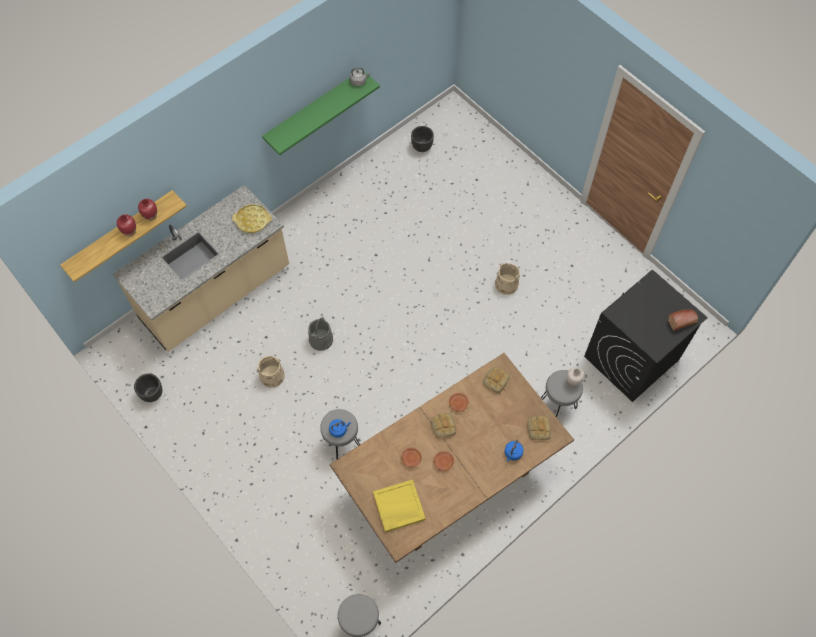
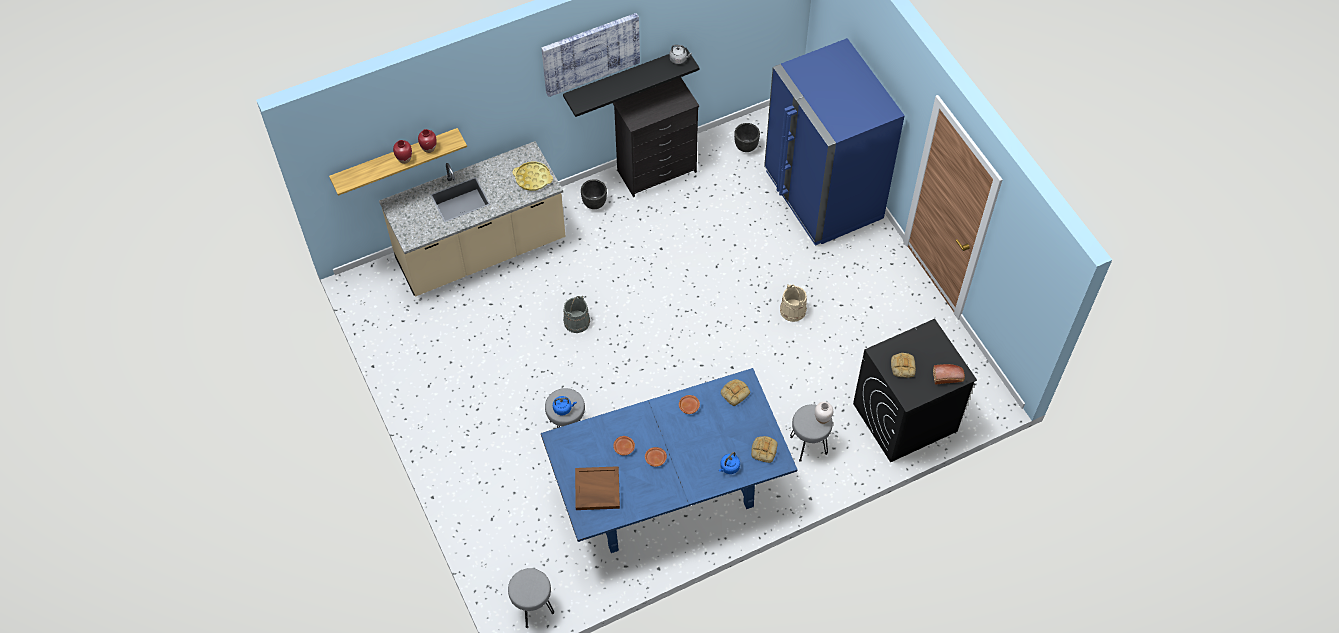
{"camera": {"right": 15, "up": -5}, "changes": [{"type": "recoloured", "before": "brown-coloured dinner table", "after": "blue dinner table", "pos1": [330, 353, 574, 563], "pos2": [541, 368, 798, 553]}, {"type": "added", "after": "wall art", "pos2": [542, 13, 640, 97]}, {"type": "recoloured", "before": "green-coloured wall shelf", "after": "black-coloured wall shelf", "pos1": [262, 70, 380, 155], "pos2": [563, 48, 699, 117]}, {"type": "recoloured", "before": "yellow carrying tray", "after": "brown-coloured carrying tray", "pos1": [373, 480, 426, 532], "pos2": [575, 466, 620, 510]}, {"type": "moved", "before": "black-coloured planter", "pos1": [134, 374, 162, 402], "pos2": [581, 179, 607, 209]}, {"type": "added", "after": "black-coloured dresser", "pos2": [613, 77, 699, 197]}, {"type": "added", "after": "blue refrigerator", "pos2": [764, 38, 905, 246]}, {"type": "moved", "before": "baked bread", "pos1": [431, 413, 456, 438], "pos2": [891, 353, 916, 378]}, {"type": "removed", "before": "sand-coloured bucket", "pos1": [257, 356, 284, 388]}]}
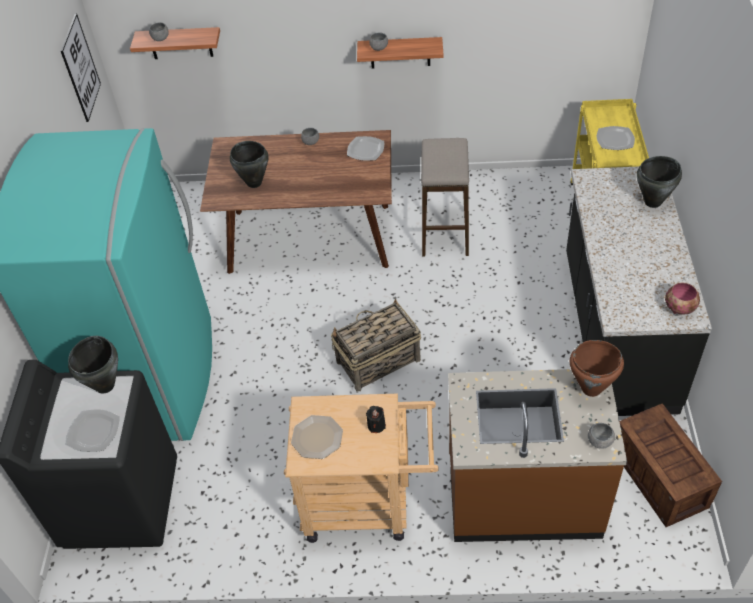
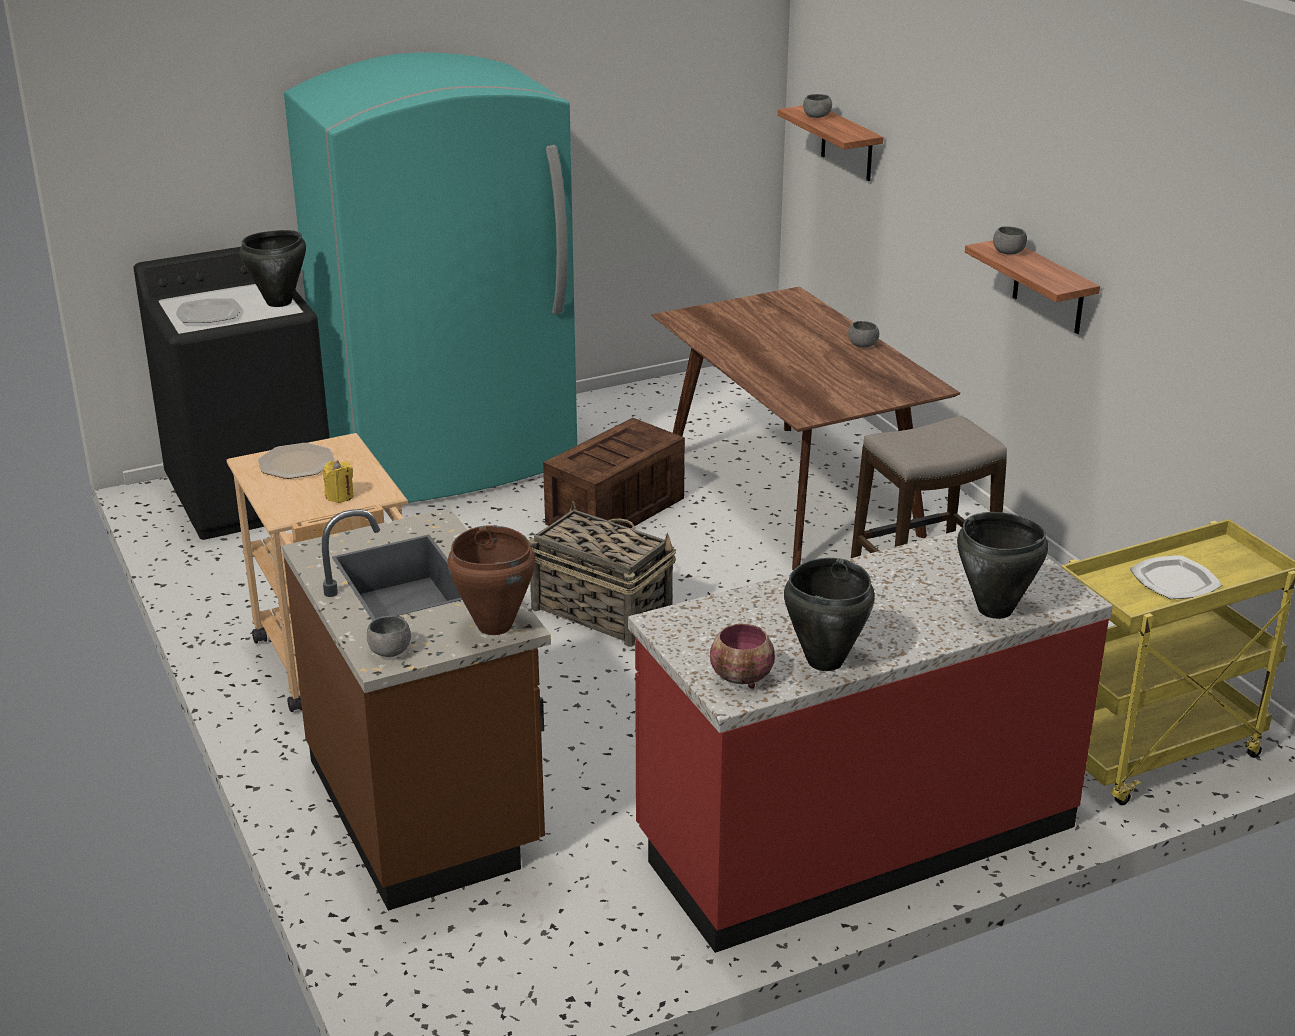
{"camera": {"right": 60, "up": -20}, "changes": [{"type": "recoloured", "before": "black-coloured candle", "after": "yellow candle", "pos1": [366, 406, 386, 433], "pos2": [323, 460, 353, 503]}, {"type": "moved", "before": "shipping crate", "pos1": [619, 403, 722, 527], "pos2": [543, 418, 685, 528]}, {"type": "recoloured", "before": "black-coloured kitchen base unit", "after": "red-coloured kitchen base unit", "pos1": [566, 166, 712, 416], "pos2": [628, 530, 1113, 953]}, {"type": "moved", "before": "black-coloured stockpot", "pos1": [230, 141, 268, 188], "pos2": [784, 558, 875, 671]}, {"type": "removed", "before": "wall art", "pos1": [61, 13, 101, 122]}, {"type": "removed", "before": "plate", "pos1": [347, 136, 384, 161]}]}
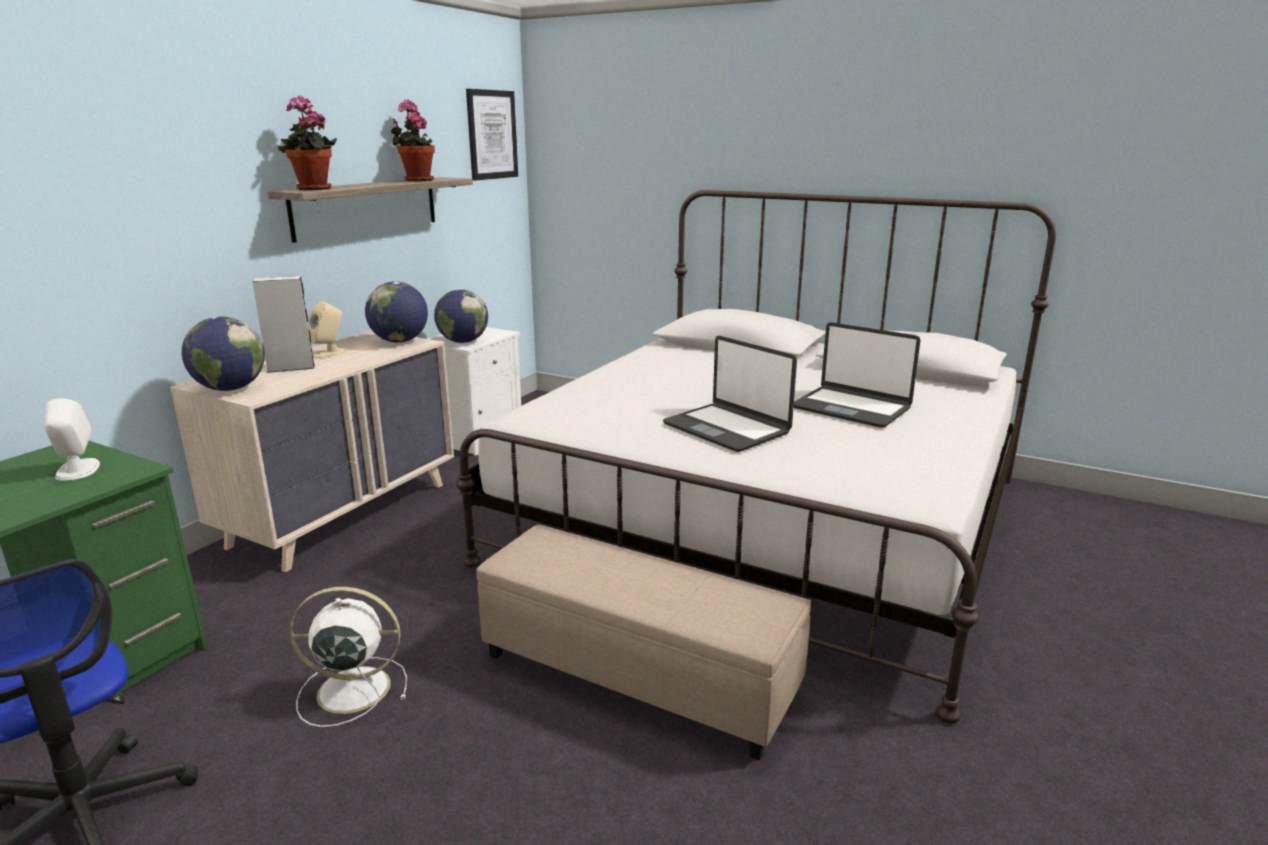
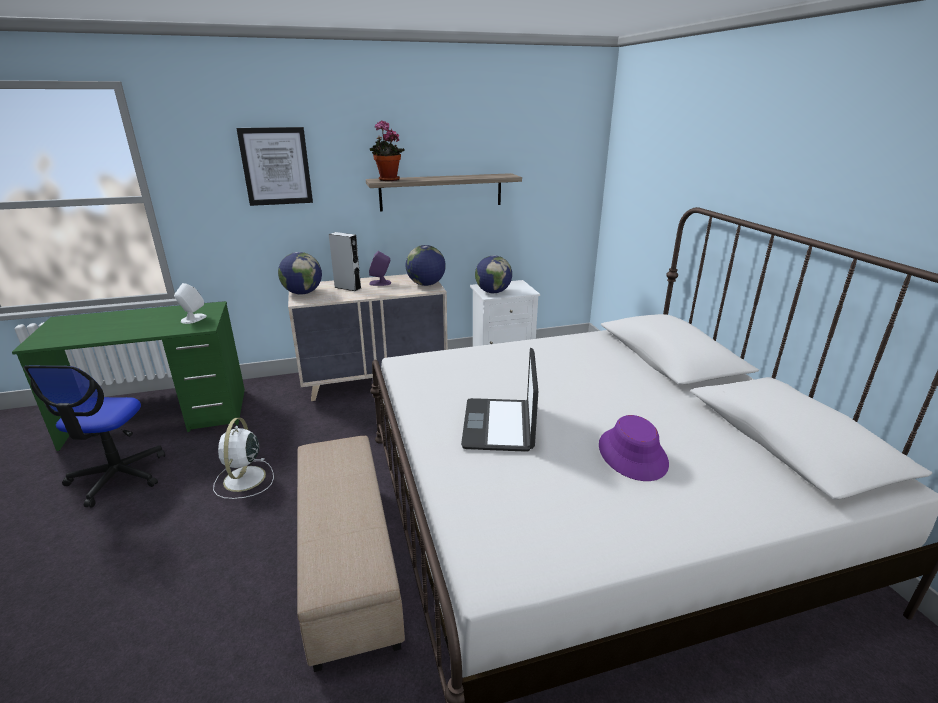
{"camera": {"right": 45, "up": 5}, "changes": [{"type": "turned", "before": "white-coloured electric fan", "pos1": [289, 587, 407, 727], "pos2": [213, 418, 274, 499], "turn": -135}, {"type": "moved", "before": "wall art", "pos1": [466, 89, 518, 181], "pos2": [236, 127, 313, 206]}, {"type": "recoloured", "before": "sand-coloured loudspeaker", "after": "purple loudspeaker", "pos1": [308, 301, 347, 359], "pos2": [369, 251, 391, 286]}, {"type": "replaced", "before": "laptop", "after": "purple clothing hat", "pos1": [794, 322, 920, 428], "pos2": [599, 415, 669, 481]}, {"type": "removed", "before": "plant in a pot", "pos1": [391, 100, 435, 181]}]}
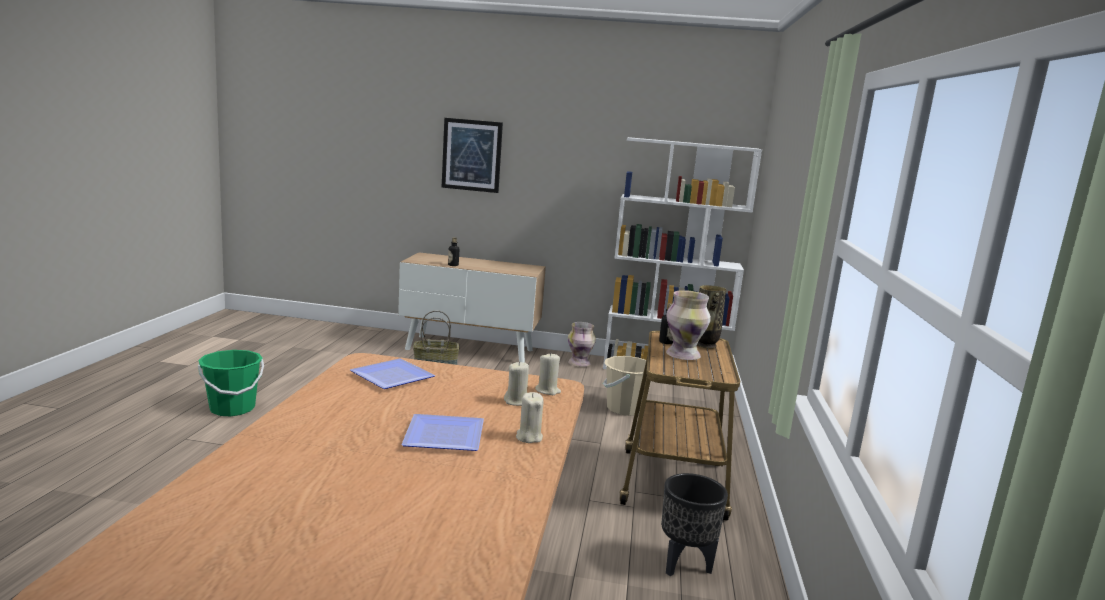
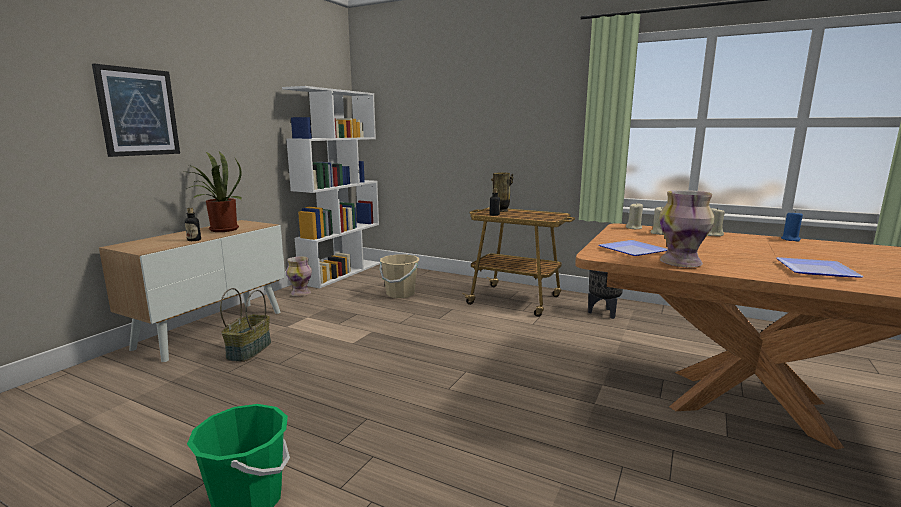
{"camera": {"right": -70, "up": 0}, "changes": [{"type": "added", "after": "plant in a pot", "pos2": [187, 152, 242, 232]}, {"type": "moved", "before": "vase", "pos1": [666, 290, 711, 360], "pos2": [659, 190, 715, 267]}, {"type": "moved", "before": "plate", "pos1": [401, 414, 484, 451], "pos2": [776, 257, 864, 278]}, {"type": "added", "after": "blue candle", "pos2": [781, 211, 803, 242]}]}
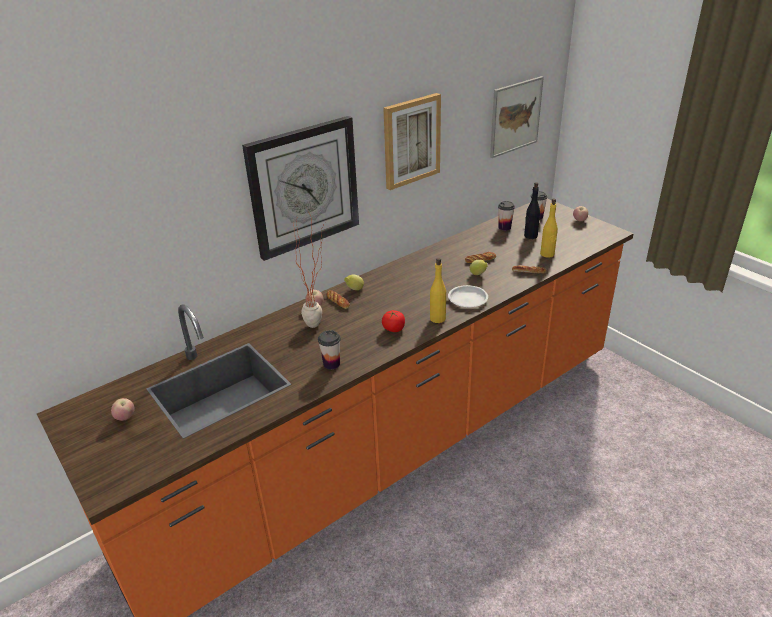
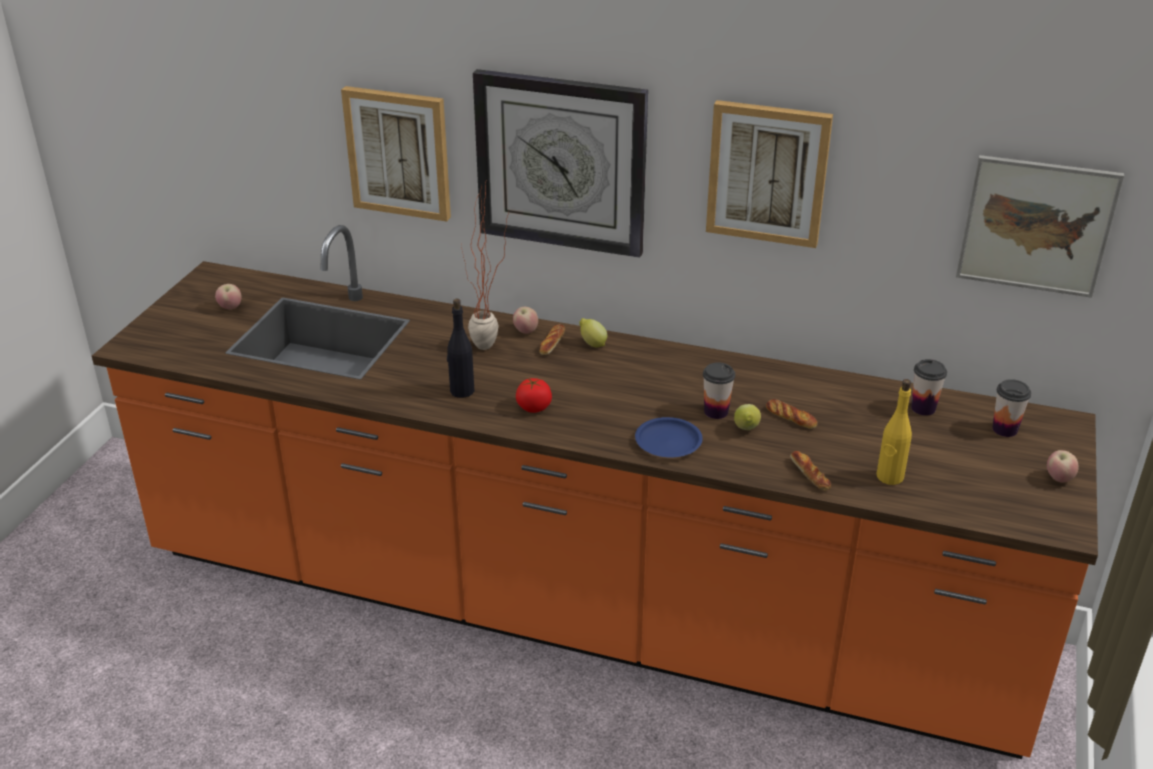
{"camera": {"right": 55, "up": 0}, "changes": [{"type": "added", "after": "wall art", "pos2": [341, 86, 451, 222]}, {"type": "moved", "before": "black-coloured bottle", "pos1": [524, 182, 540, 239], "pos2": [447, 299, 474, 398]}, {"type": "recoloured", "before": "white-coloured plate", "after": "blue plate", "pos1": [448, 285, 488, 307], "pos2": [635, 417, 703, 458]}, {"type": "moved", "before": "small cup", "pos1": [318, 330, 341, 370], "pos2": [703, 362, 735, 419]}, {"type": "removed", "before": "yellow bottle", "pos1": [430, 258, 446, 323]}]}
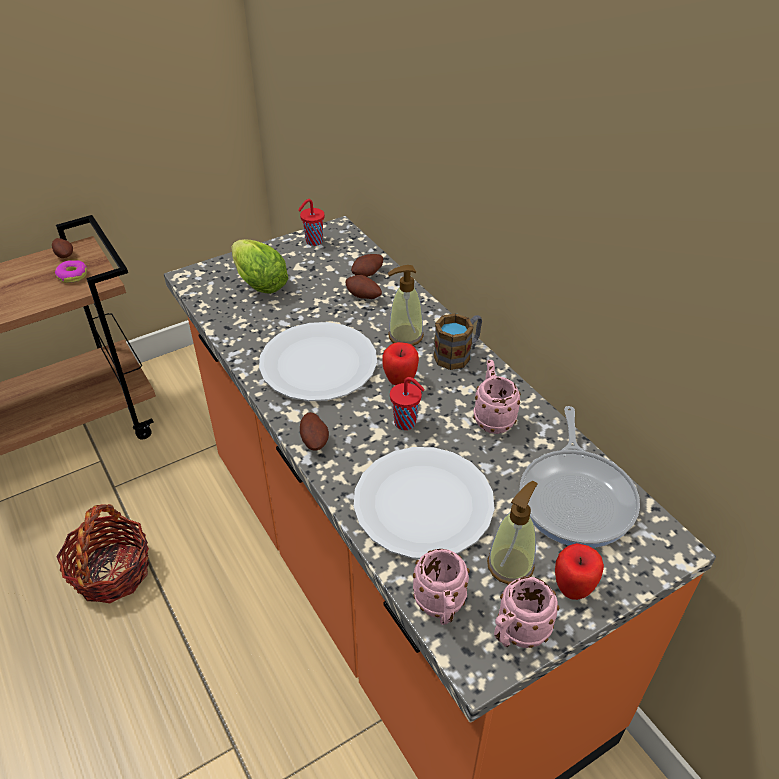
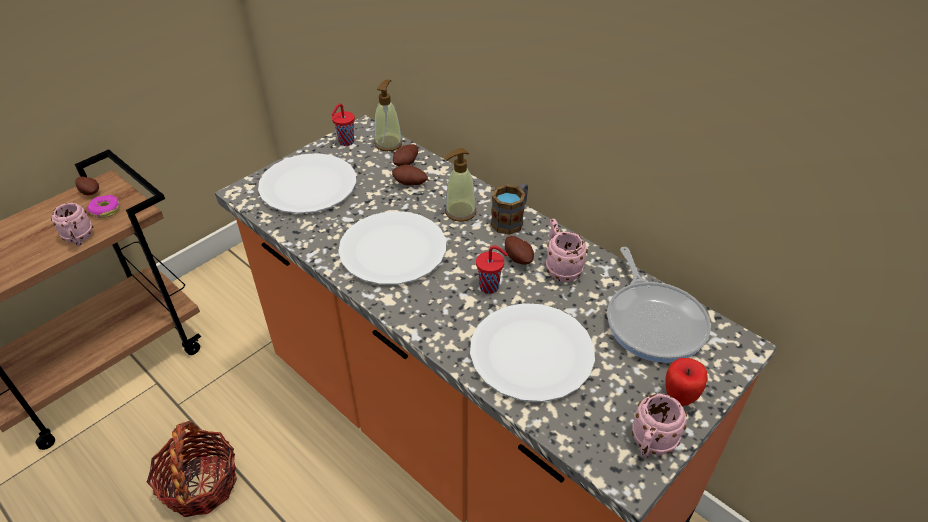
{"camera": {"right": -15, "up": 0}, "changes": [{"type": "moved", "before": "pink-coloured tea mug", "pos1": [413, 549, 470, 625], "pos2": [51, 203, 93, 246]}, {"type": "replaced", "before": "lettuce head", "after": "white-coloured plate", "pos1": [231, 239, 288, 294], "pos2": [258, 153, 356, 214]}, {"type": "moved", "before": "soap bottle", "pos1": [487, 481, 538, 584], "pos2": [374, 80, 403, 151]}, {"type": "moved", "before": "spud", "pos1": [300, 412, 329, 450], "pos2": [505, 236, 534, 265]}, {"type": "removed", "before": "apple fruit", "pos1": [382, 342, 419, 385]}]}
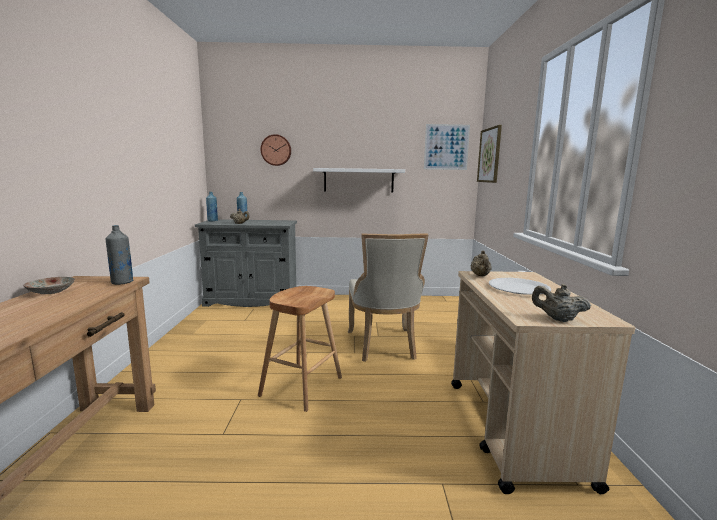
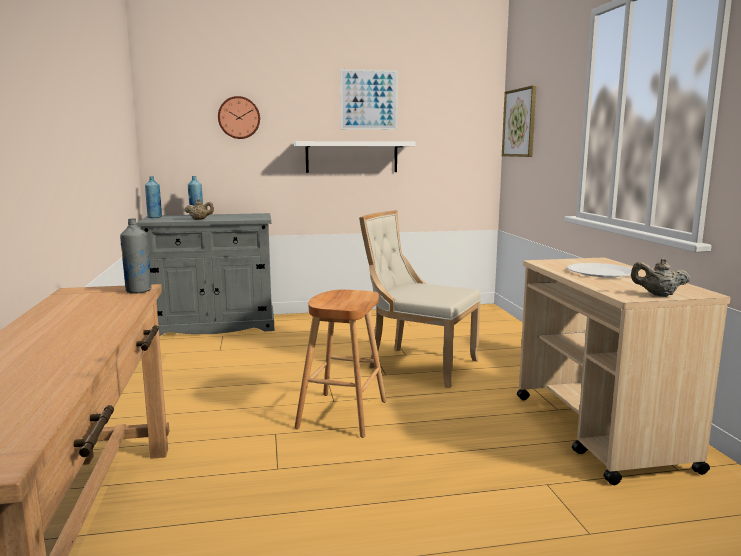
{"camera": {"right": -10, "up": 0}, "changes": [{"type": "moved", "before": "wall art", "pos1": [424, 124, 470, 170], "pos2": [340, 69, 398, 130]}, {"type": "turned", "before": "sand-coloured plain chair", "pos1": [348, 233, 428, 362], "pos2": [359, 210, 481, 388], "turn": 135}, {"type": "removed", "before": "plate", "pos1": [23, 277, 75, 294]}, {"type": "removed", "before": "sand-coloured tea pot", "pos1": [470, 251, 492, 276]}]}
